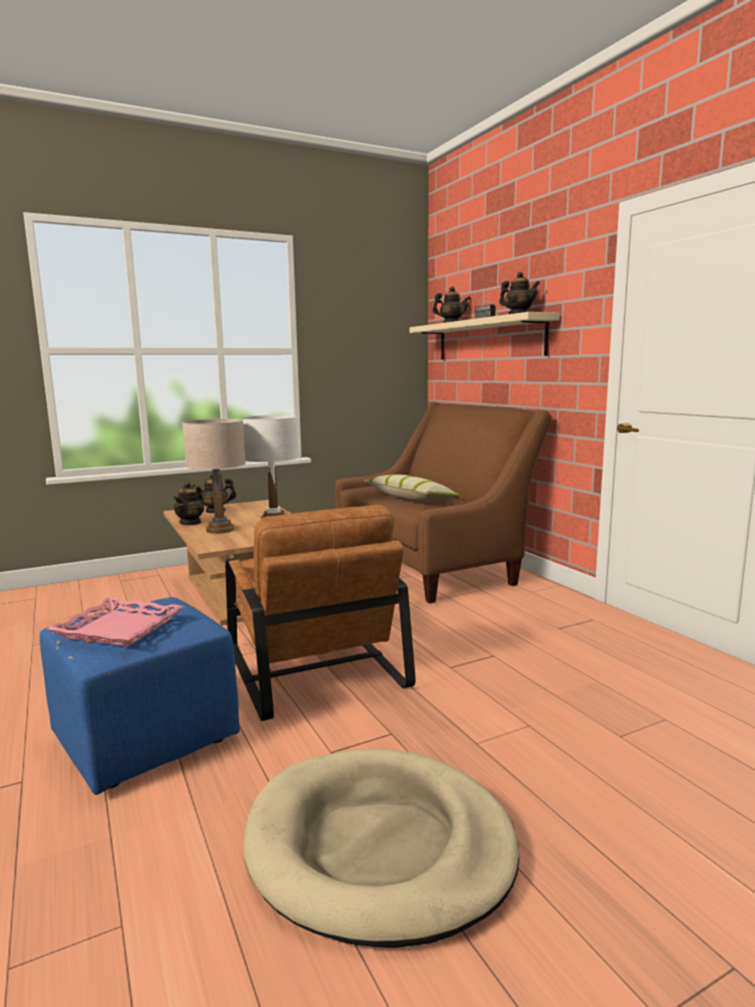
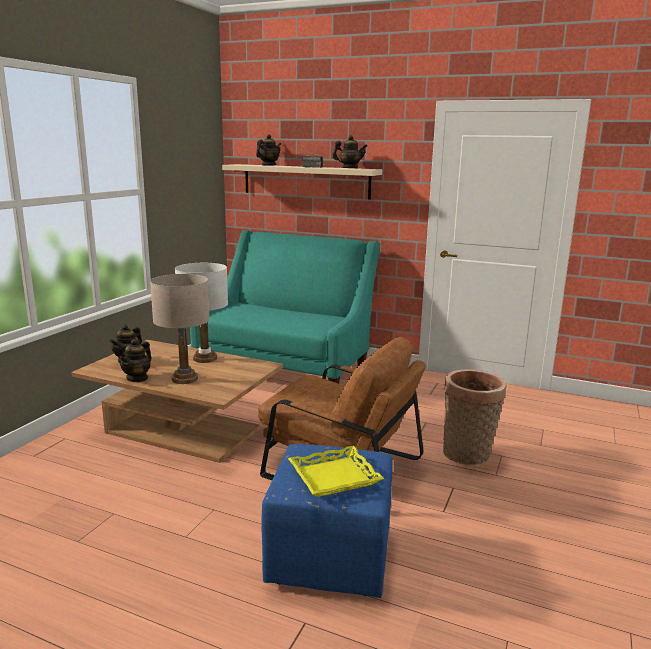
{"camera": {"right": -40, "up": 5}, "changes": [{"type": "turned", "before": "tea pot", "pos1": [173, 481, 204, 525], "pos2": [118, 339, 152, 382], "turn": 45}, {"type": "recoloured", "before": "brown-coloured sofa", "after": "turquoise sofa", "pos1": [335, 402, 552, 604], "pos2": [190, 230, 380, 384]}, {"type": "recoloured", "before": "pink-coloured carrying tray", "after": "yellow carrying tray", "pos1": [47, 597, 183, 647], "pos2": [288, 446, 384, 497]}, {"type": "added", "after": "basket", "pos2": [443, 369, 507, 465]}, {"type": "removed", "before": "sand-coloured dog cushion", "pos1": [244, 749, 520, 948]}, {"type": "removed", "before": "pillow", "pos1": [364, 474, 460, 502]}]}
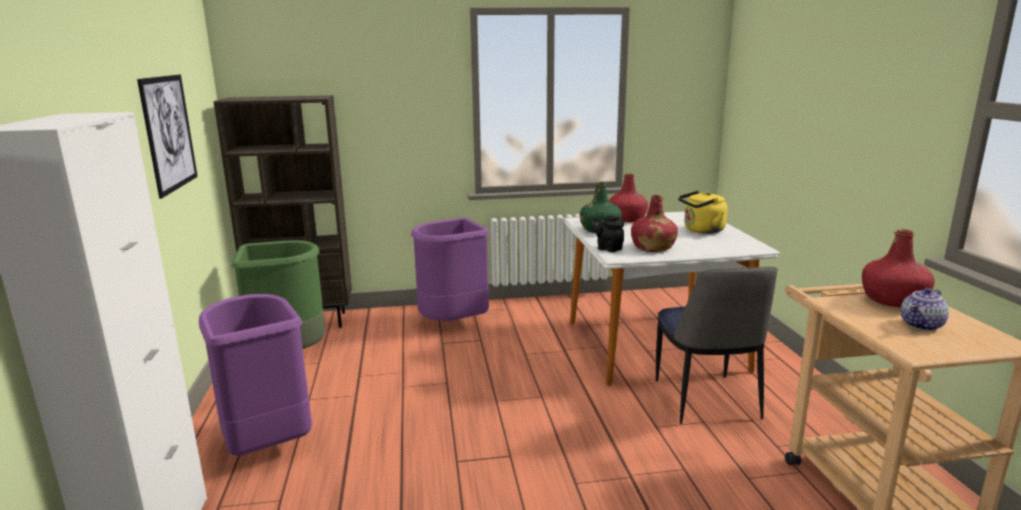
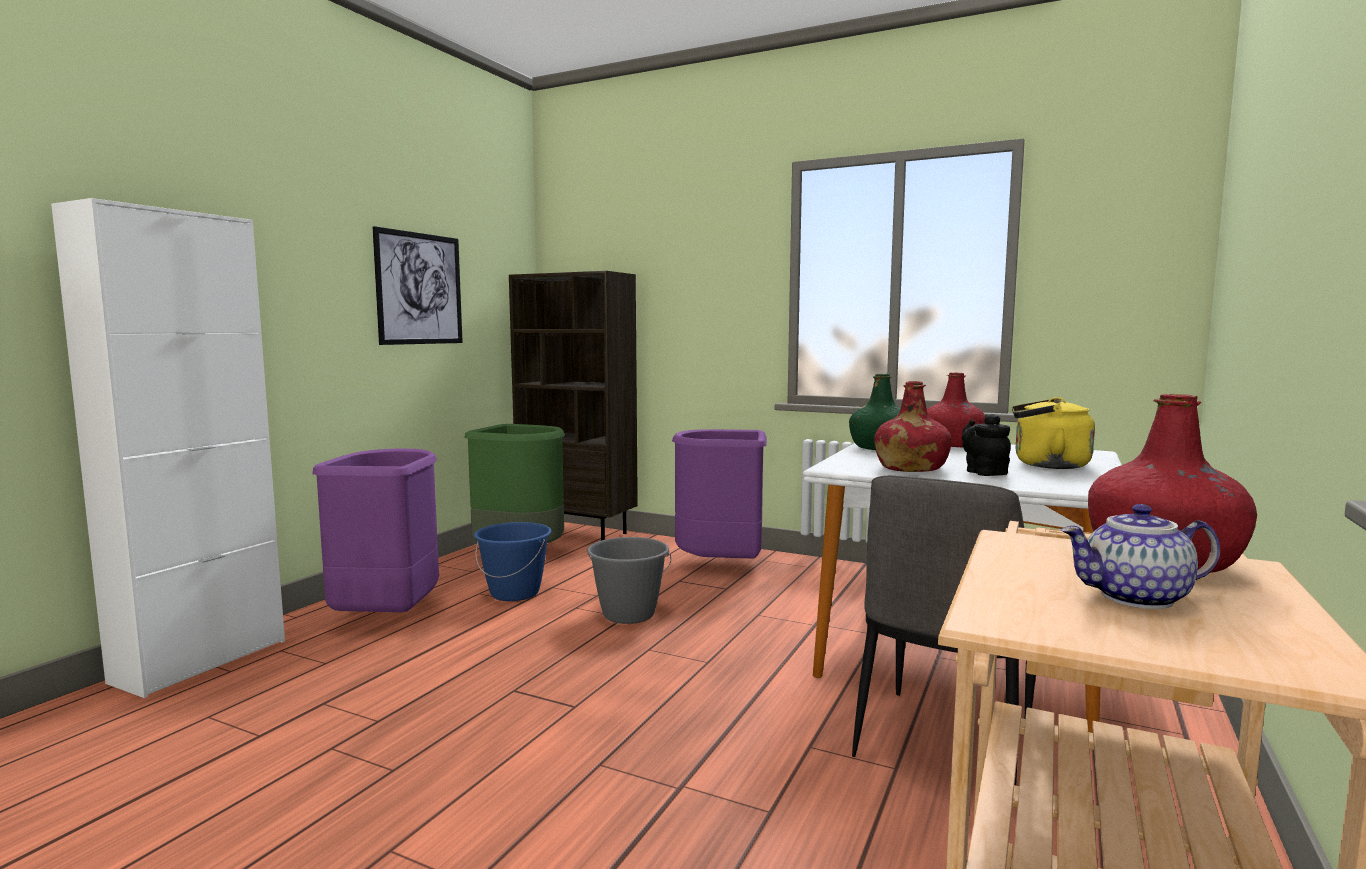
{"camera": {"right": 35, "up": -10}, "changes": [{"type": "added", "after": "blue bucket", "pos2": [474, 522, 552, 601]}, {"type": "added", "after": "grey bucket", "pos2": [587, 537, 671, 624]}, {"type": "moved", "before": "black-coloured tea pot", "pos1": [590, 215, 624, 252], "pos2": [962, 414, 1011, 476]}]}
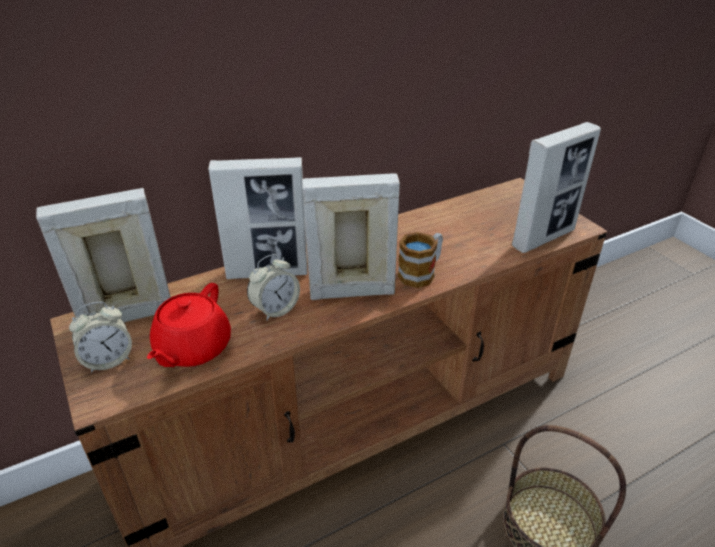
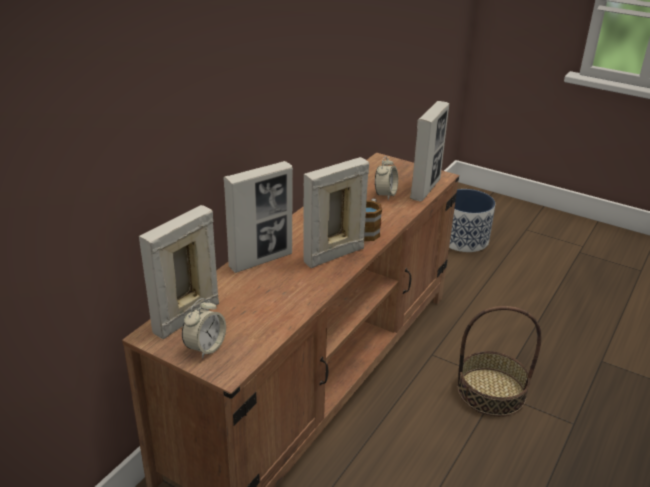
{"camera": {"right": -30, "up": -5}, "changes": [{"type": "moved", "before": "table clock", "pos1": [247, 254, 300, 321], "pos2": [375, 156, 398, 200]}, {"type": "added", "after": "planter", "pos2": [449, 189, 495, 252]}, {"type": "removed", "before": "red-coloured tea pot", "pos1": [147, 283, 231, 367]}]}
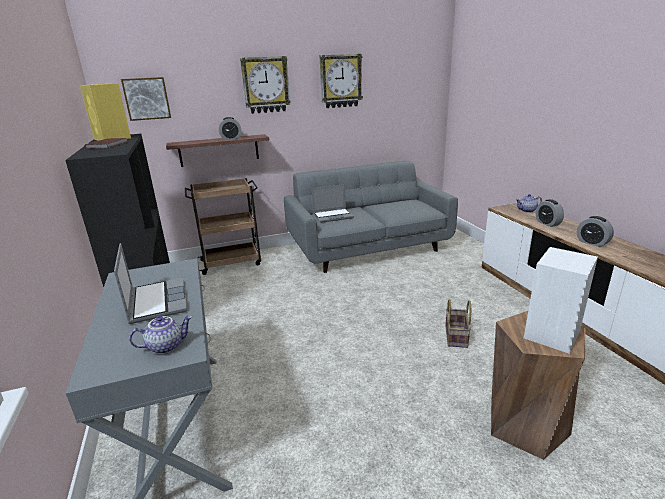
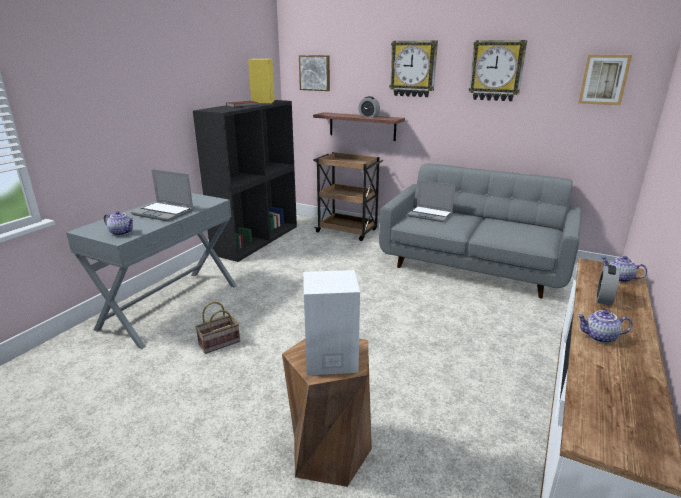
{"camera": {"right": 45, "up": 0}, "changes": [{"type": "turned", "before": "laptop", "pos1": [114, 243, 187, 324], "pos2": [131, 169, 194, 221], "turn": 90}, {"type": "moved", "before": "basket", "pos1": [445, 299, 471, 348], "pos2": [195, 302, 240, 354]}, {"type": "replaced", "before": "table clock", "after": "tea pot", "pos1": [577, 216, 614, 247], "pos2": [577, 310, 632, 343]}, {"type": "added", "after": "wall art", "pos2": [578, 55, 632, 105]}]}
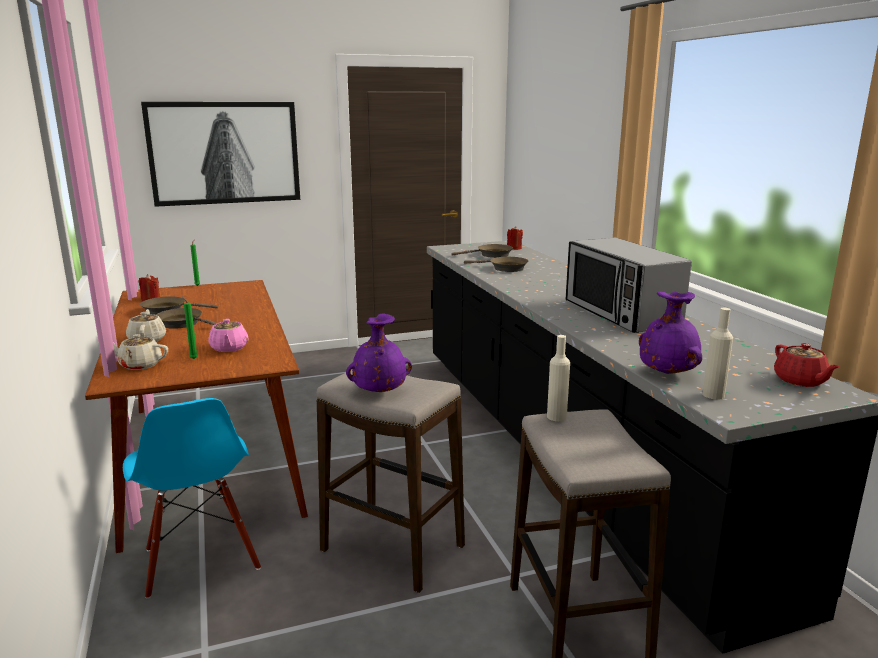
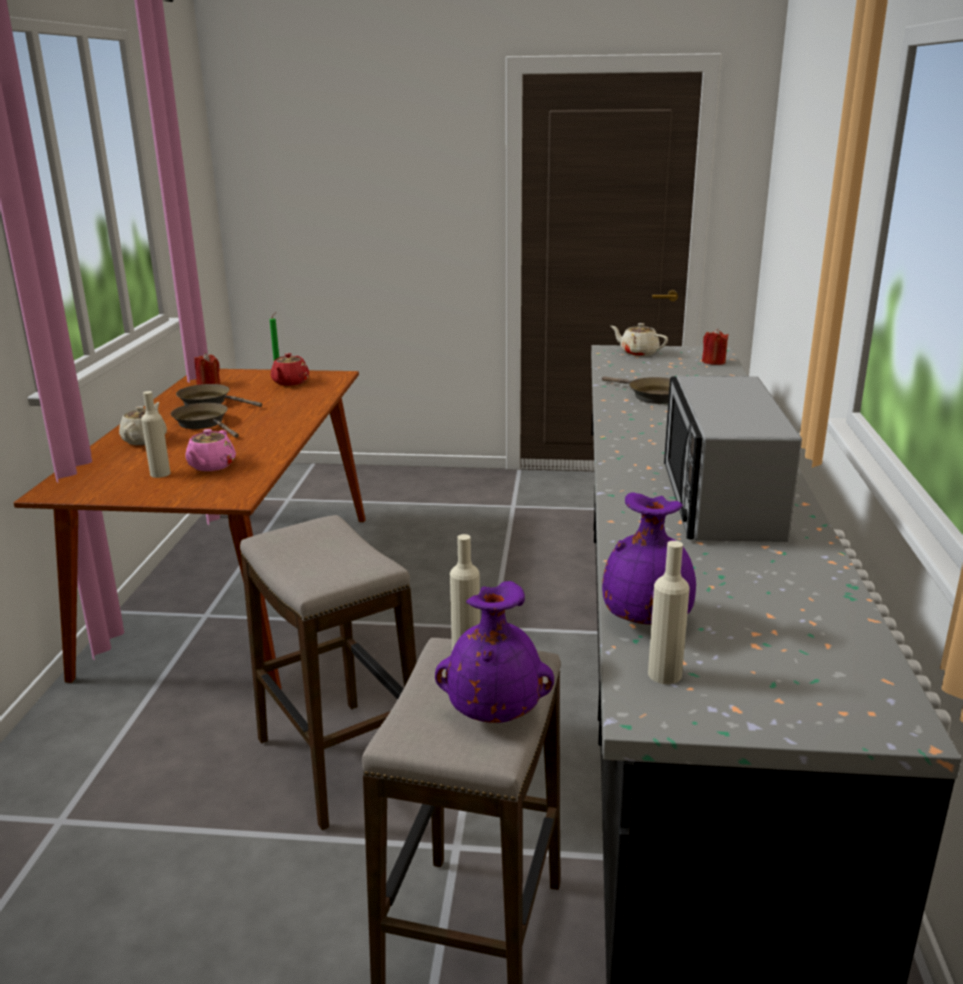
{"camera": {"right": 25, "up": 5}, "changes": [{"type": "replaced", "before": "green-coloured candle", "after": "sand-coloured bottle", "pos1": [182, 296, 198, 359], "pos2": [141, 391, 170, 478]}, {"type": "moved", "before": "red-coloured tea pot", "pos1": [774, 343, 839, 387], "pos2": [271, 353, 309, 386]}, {"type": "moved", "before": "purple vase", "pos1": [346, 313, 412, 392], "pos2": [435, 581, 554, 723]}, {"type": "moved", "before": "sand-coloured tea pot", "pos1": [113, 334, 168, 370], "pos2": [611, 323, 668, 356]}, {"type": "removed", "before": "blue plain chair", "pos1": [123, 398, 261, 599]}, {"type": "removed", "before": "wall art", "pos1": [141, 102, 300, 207]}, {"type": "removed", "before": "brown-coloured frying pan", "pos1": [451, 244, 513, 258]}]}
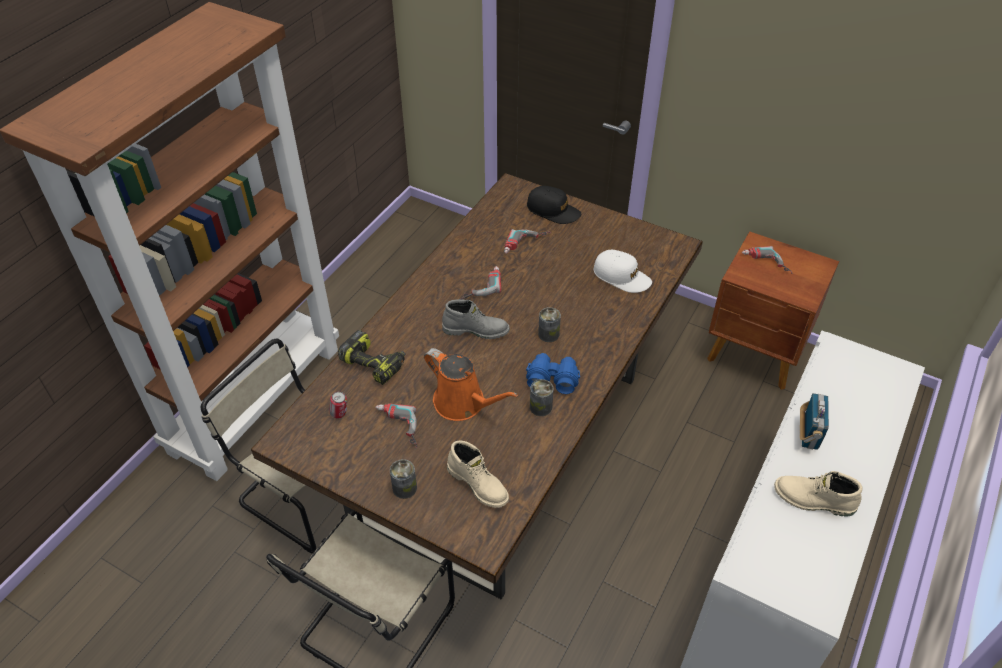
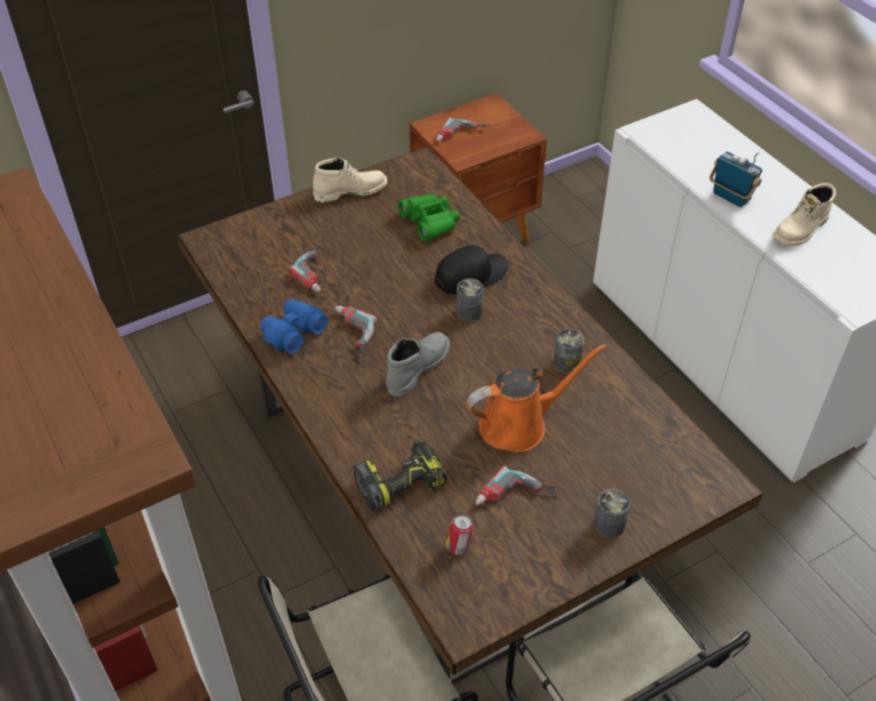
{"camera": {"right": -60, "up": 0}, "changes": [{"type": "moved", "before": "blue pair of binoculars", "pos1": [526, 353, 580, 394], "pos2": [261, 299, 328, 354]}, {"type": "moved", "before": "sand-coloured boot", "pos1": [447, 440, 509, 508], "pos2": [313, 157, 387, 202]}, {"type": "replaced", "before": "white-coloured baseball cap", "after": "green-coloured pair of binoculars", "pos1": [594, 250, 652, 293], "pos2": [398, 194, 460, 241]}, {"type": "moved", "before": "black-coloured baseball cap", "pos1": [527, 186, 581, 224], "pos2": [435, 245, 508, 295]}]}
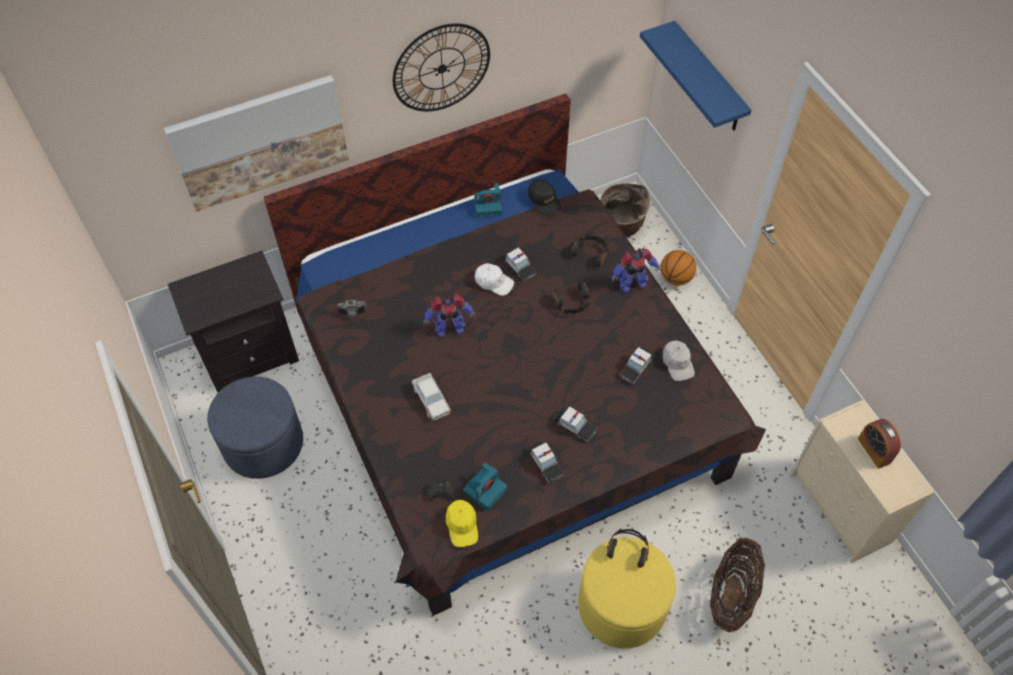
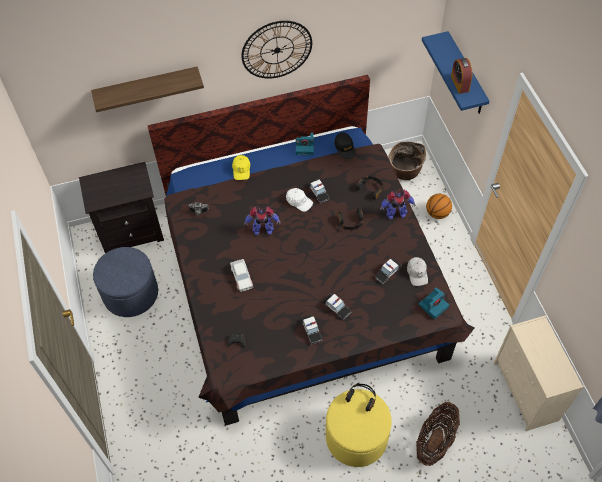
{"camera": {"right": 10, "up": 0}, "changes": [{"type": "replaced", "before": "wall art", "after": "wall shelf", "pos1": [164, 75, 349, 212], "pos2": [91, 67, 204, 112]}, {"type": "moved", "before": "yellow baseball cap", "pos1": [446, 500, 478, 547], "pos2": [232, 155, 250, 180]}, {"type": "moved", "before": "photo camera", "pos1": [463, 462, 507, 510], "pos2": [419, 287, 449, 319]}, {"type": "moved", "before": "table clock", "pos1": [858, 419, 901, 468], "pos2": [451, 58, 472, 94]}]}
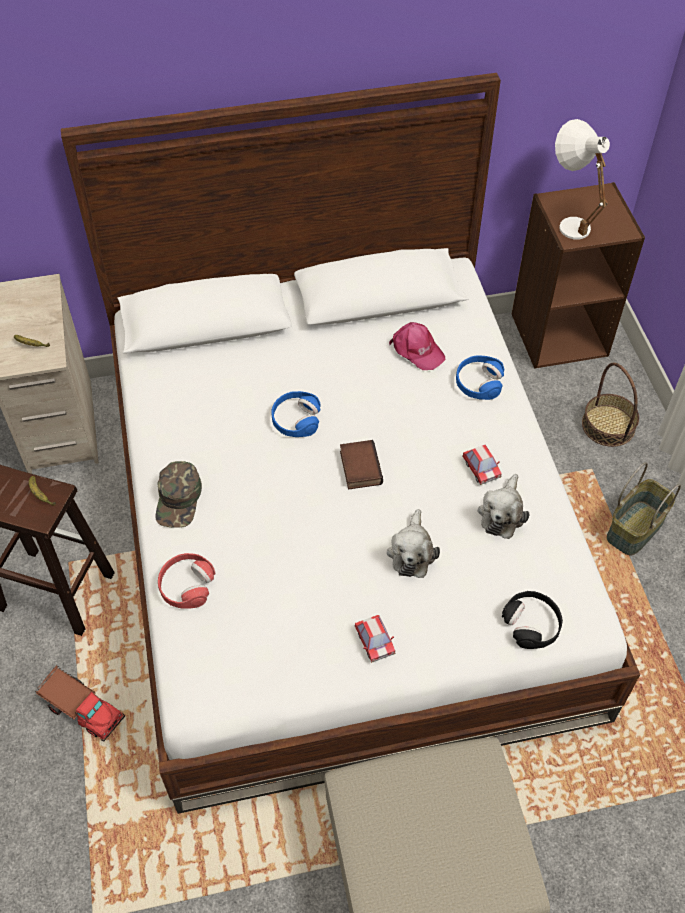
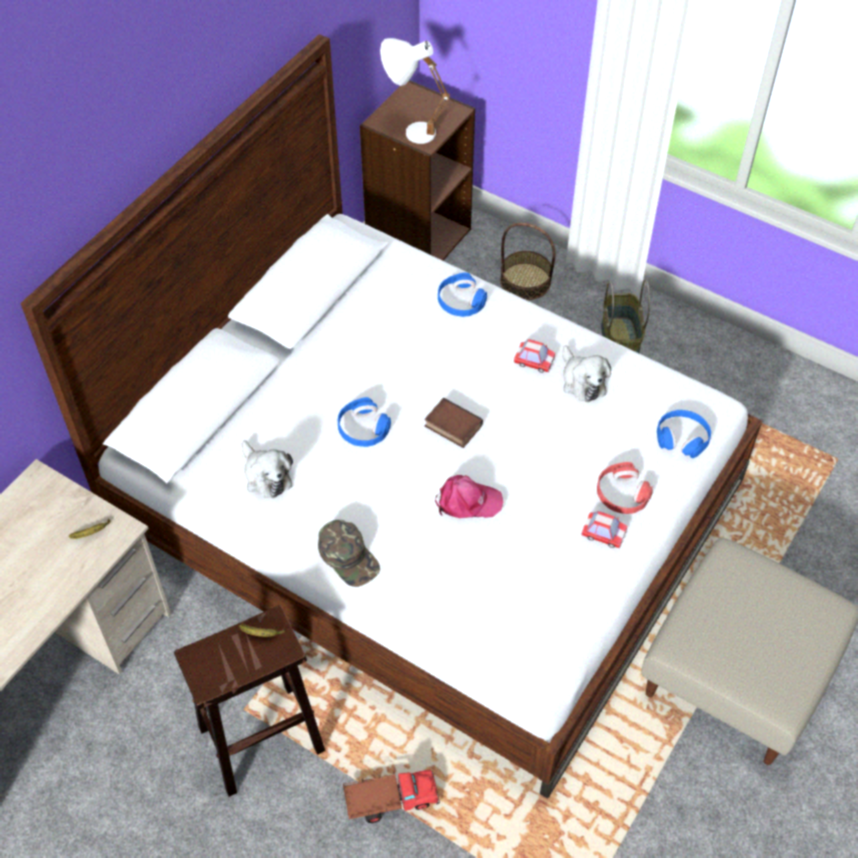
{"camera": {"right": -45, "up": 0}, "changes": [{"type": "moved", "before": "cuddly toy", "pos1": [387, 509, 440, 578], "pos2": [242, 441, 293, 498]}, {"type": "moved", "before": "pink-coloured baseball cap", "pos1": [389, 322, 445, 370], "pos2": [435, 475, 503, 518]}, {"type": "moved", "before": "red-coloured headphones", "pos1": [158, 553, 216, 609], "pos2": [597, 462, 653, 514]}, {"type": "recoloured", "before": "black-coloured headphones", "after": "blue headphones", "pos1": [502, 591, 563, 649], "pos2": [657, 410, 711, 458]}]}
